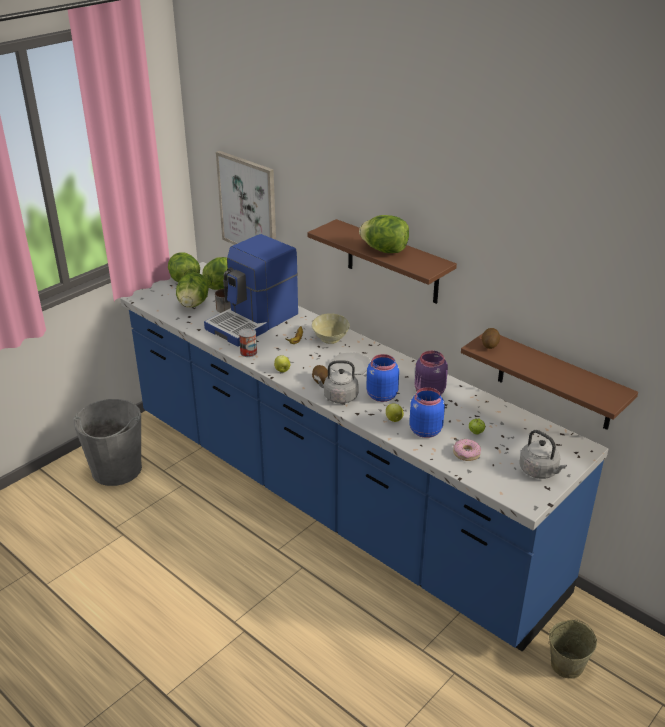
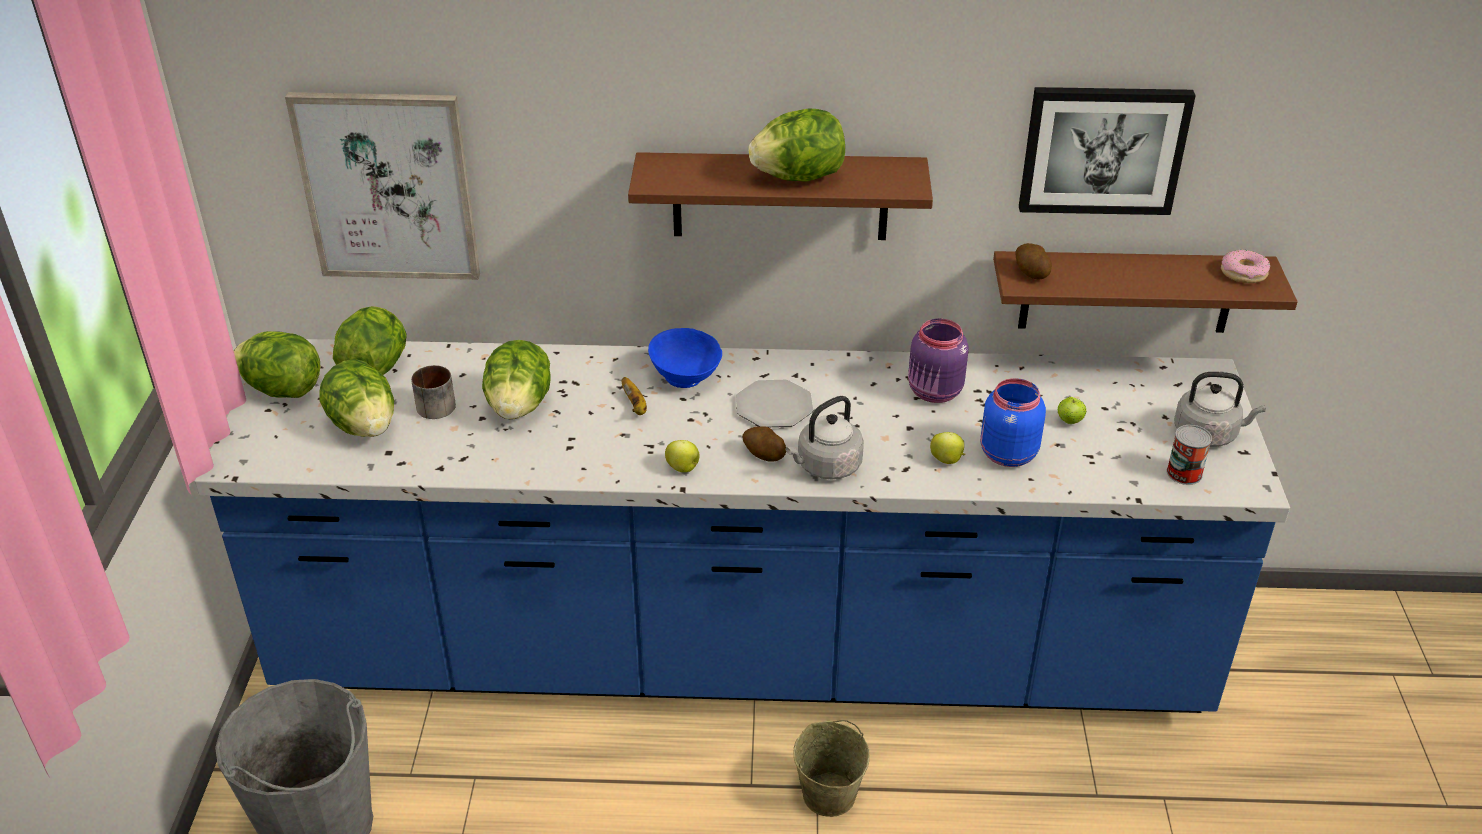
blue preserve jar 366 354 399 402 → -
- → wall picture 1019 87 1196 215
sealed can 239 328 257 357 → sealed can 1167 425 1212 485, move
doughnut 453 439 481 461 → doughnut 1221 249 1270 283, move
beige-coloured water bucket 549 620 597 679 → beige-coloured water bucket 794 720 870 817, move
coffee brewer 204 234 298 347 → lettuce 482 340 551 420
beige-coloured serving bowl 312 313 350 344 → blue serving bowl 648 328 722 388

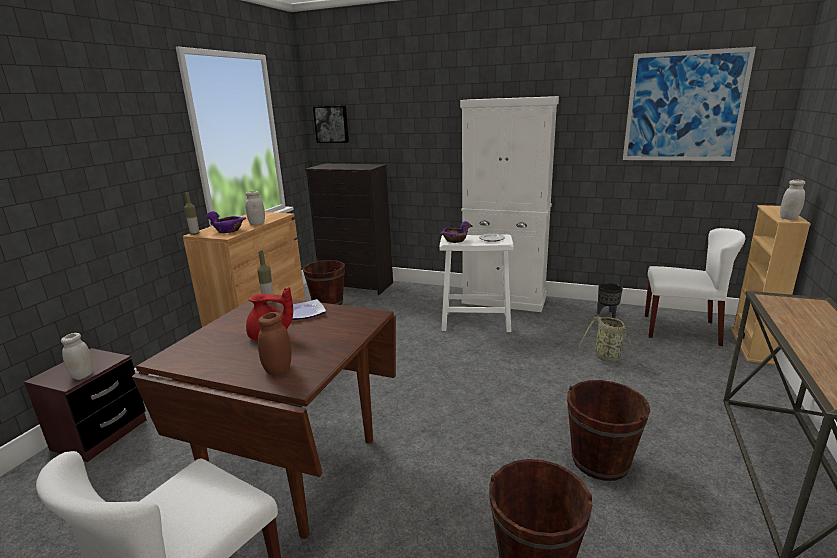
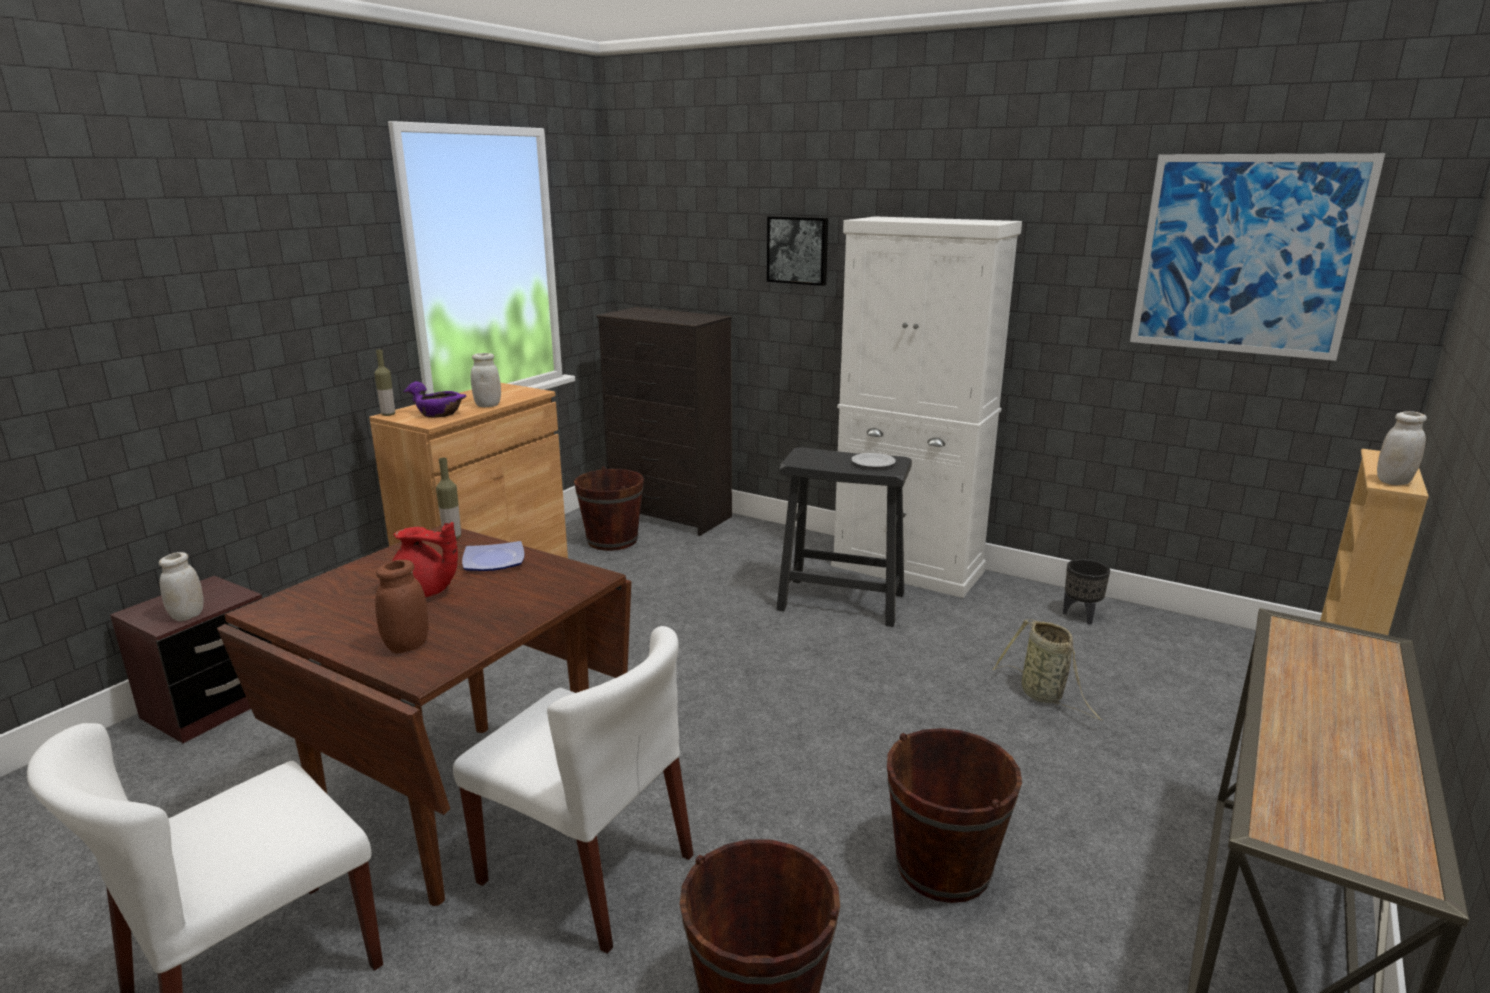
purplish serving bowl 440 221 473 243 → -
wall picture 313 106 349 143 → wall picture 767 216 828 286, move
white chair 645 228 746 346 → white chair 453 626 694 954, move
white stool 440 234 513 332 → black stool 777 447 912 627

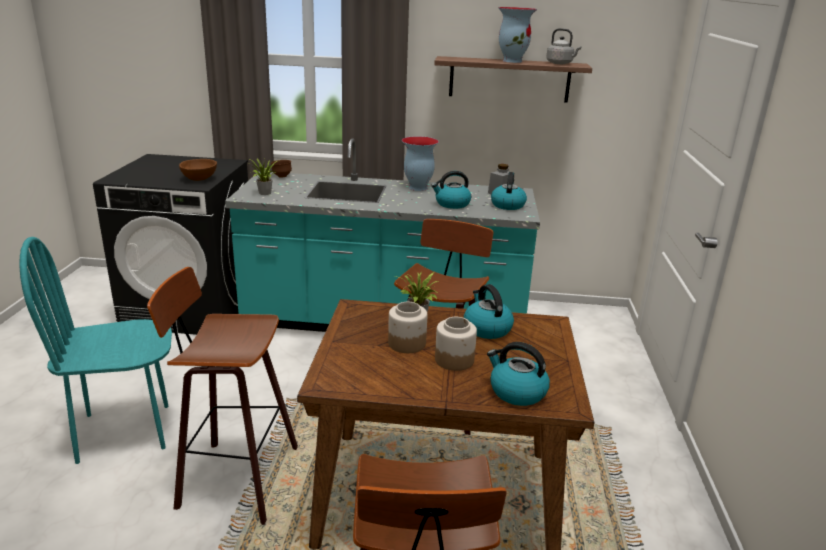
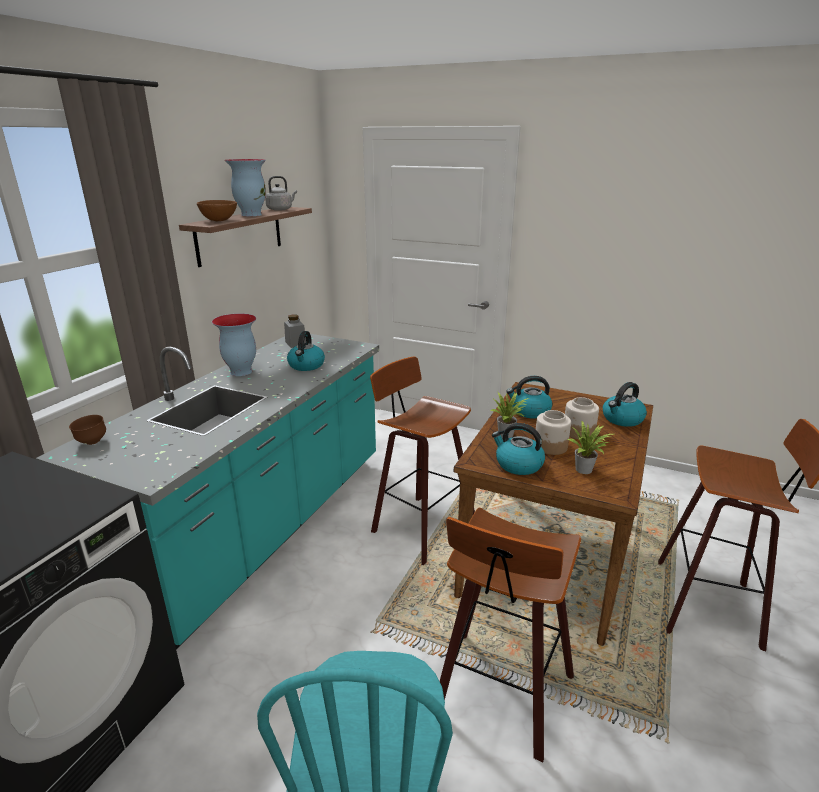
brown-coloured serving bowl 179 159 217 181 → brown-coloured serving bowl 197 200 237 221, move
houseplant 247 159 277 195 → houseplant 567 421 613 474, move
tea kettle 491 172 527 210 → tea kettle 492 423 545 475, move

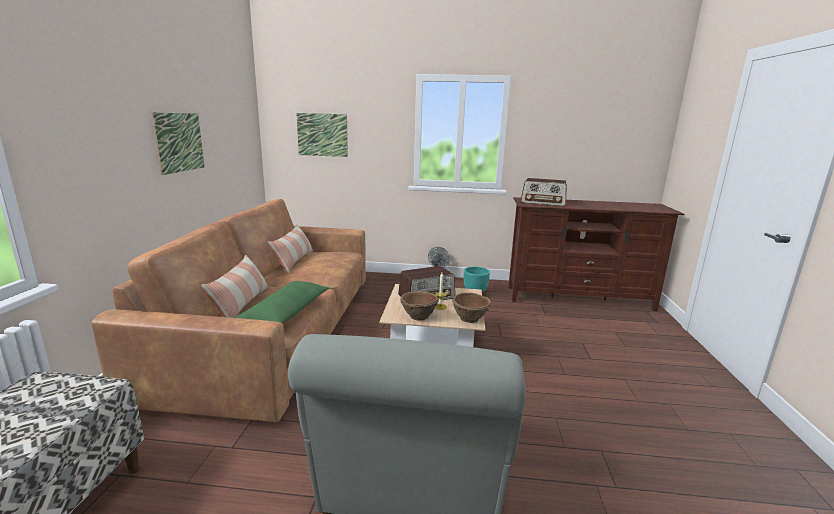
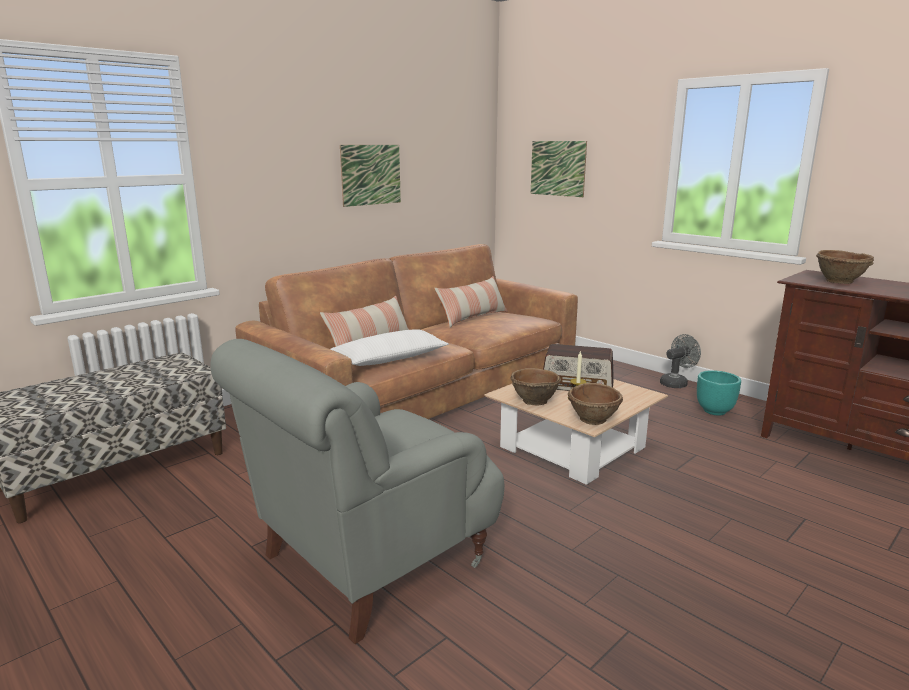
radio receiver 521 178 567 206 → brown-coloured serving bowl 816 250 874 284
greenish pillow 234 281 329 324 → white pillow 331 329 449 366

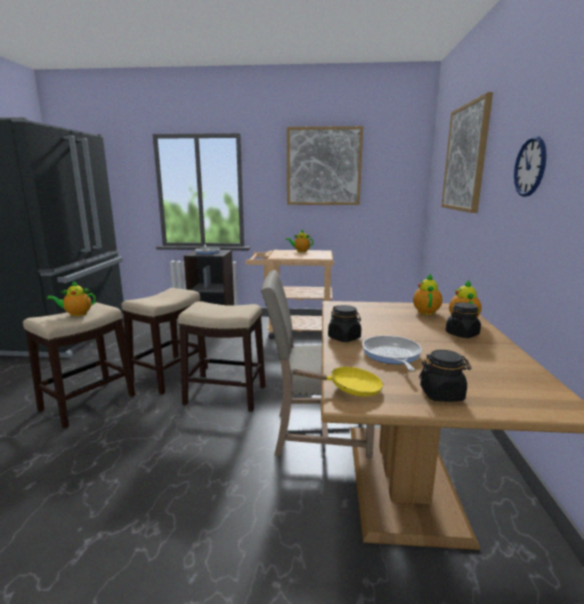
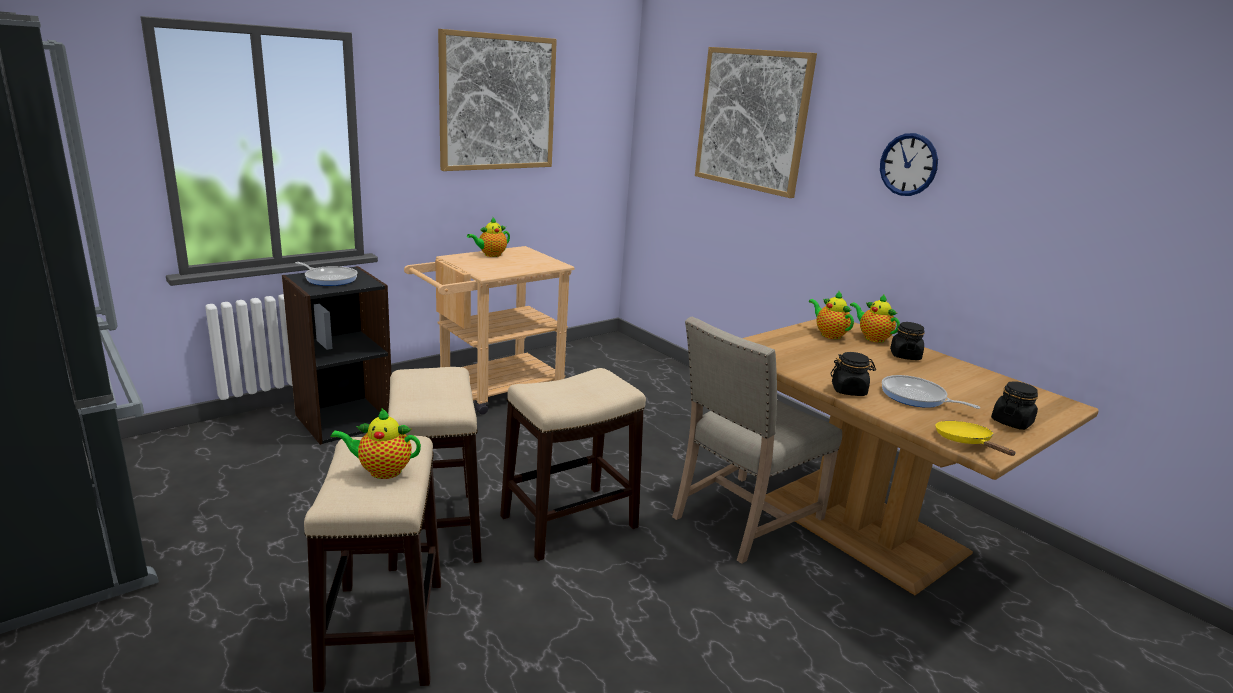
tea pot 47 281 96 317 → tea pot 330 408 421 479, 60 degrees clockwise
yellow-coloured pan 291 367 383 397 → yellow-coloured pan 936 421 1016 456, 60 degrees counterclockwise

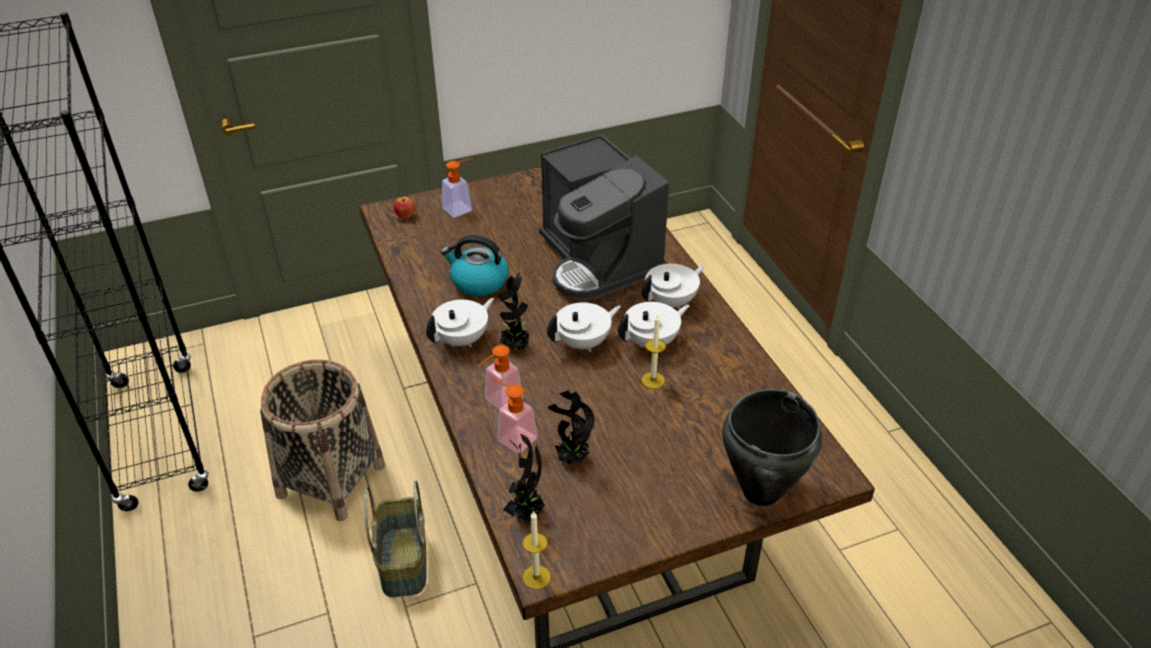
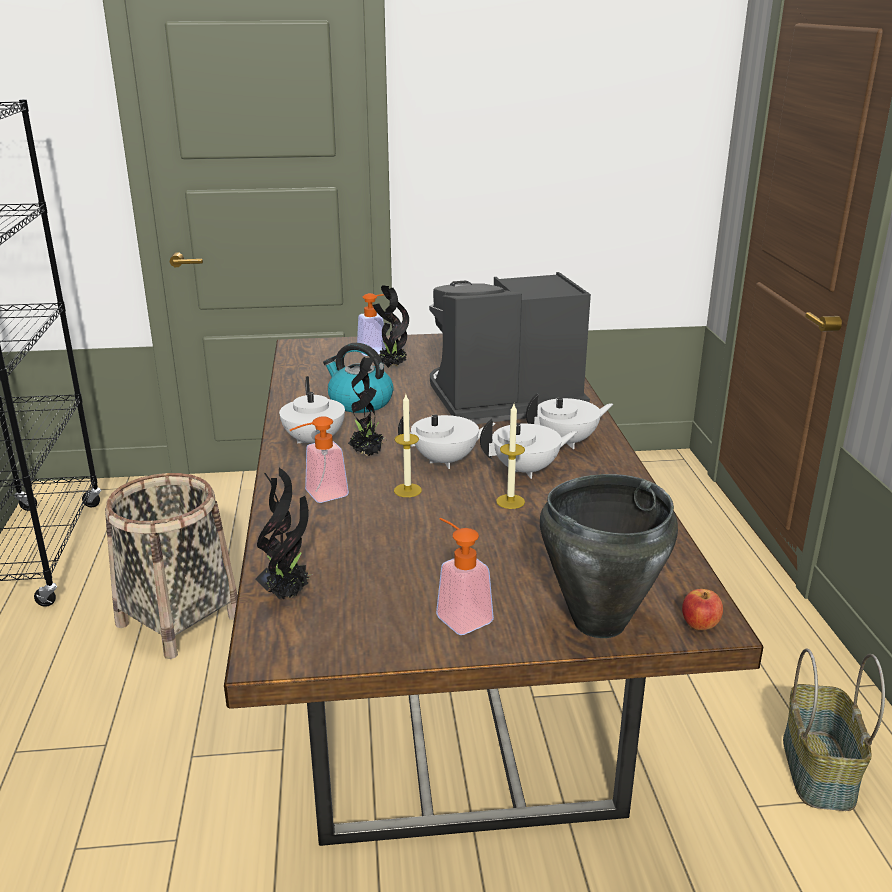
basket 364 481 427 597 → basket 783 649 885 811, move
apple 394 197 415 219 → apple 682 589 723 630, move
soap bottle 492 378 538 453 → soap bottle 436 518 494 635, move
wax light 523 511 551 589 → wax light 394 394 422 497, move
houseplant 548 390 595 464 → houseplant 373 285 409 368, move
white tea pot 426 298 494 348 → white tea pot 279 376 345 443, 105 degrees clockwise
coffee brewer 539 134 669 301 → coffee brewer 429 272 591 424, 90 degrees clockwise

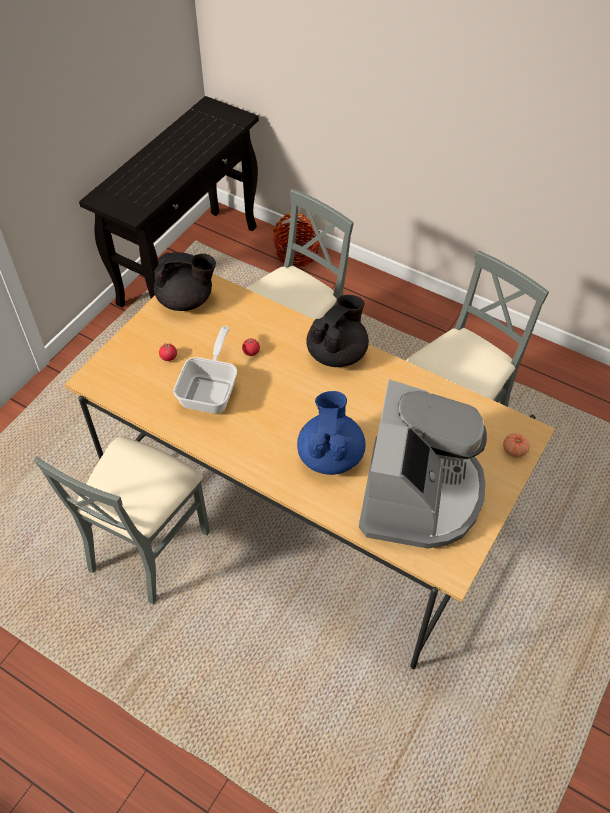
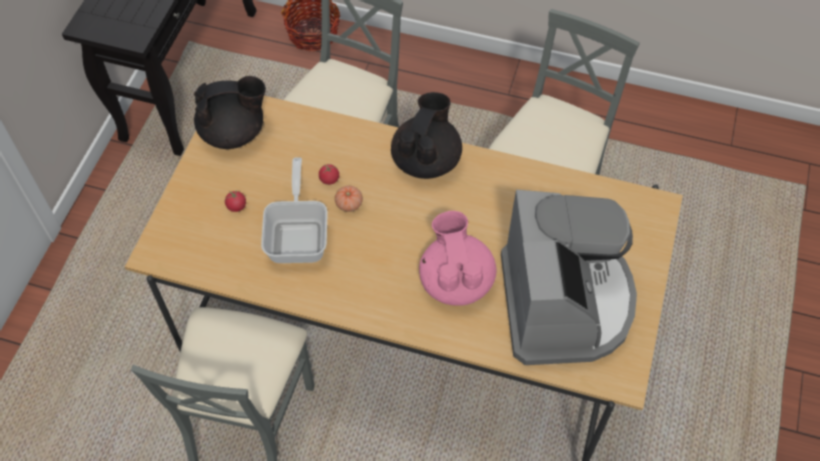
fresh tomato 503 433 530 457 → fresh tomato 335 186 363 212, move
blue tea pot 297 391 366 475 → pink tea pot 419 211 496 306

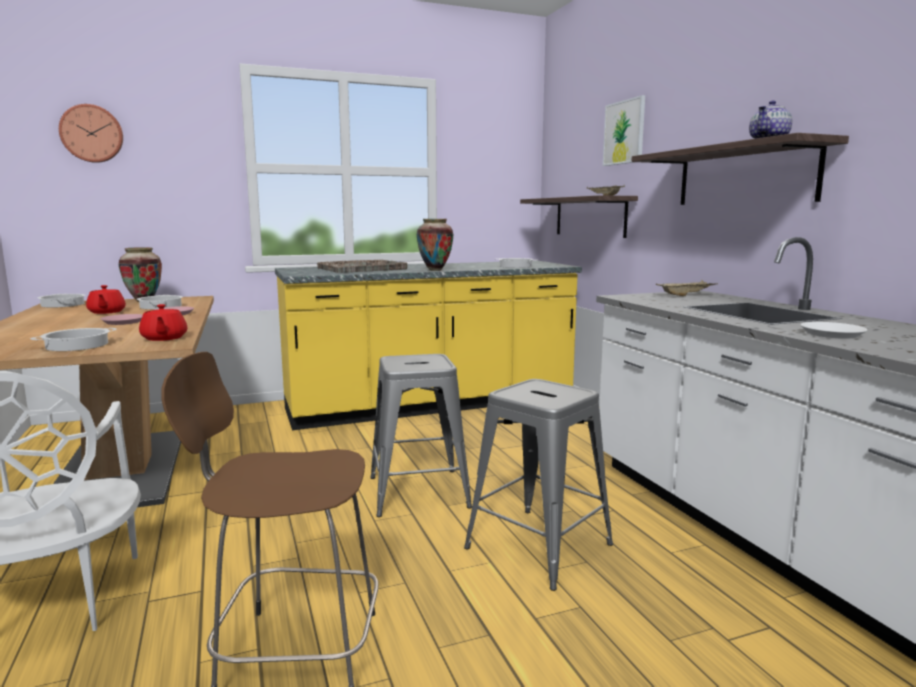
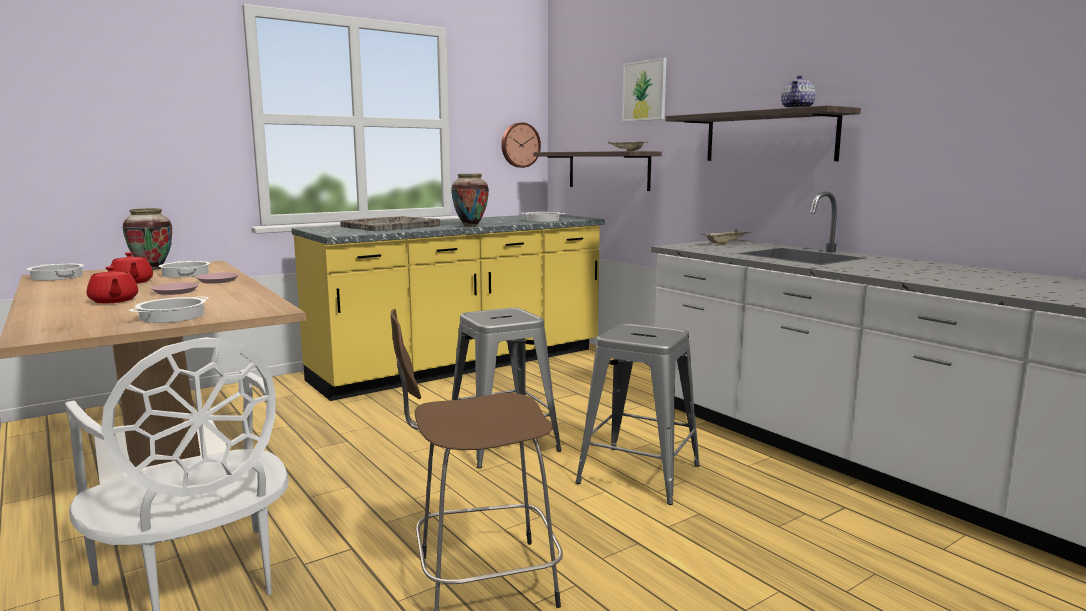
white flat dish 801 322 867 339 → -
hanging clock 59 104 123 163 → hanging clock 501 122 541 168, move
red tea pot 139 304 187 341 → red tea pot 87 266 138 303, move

